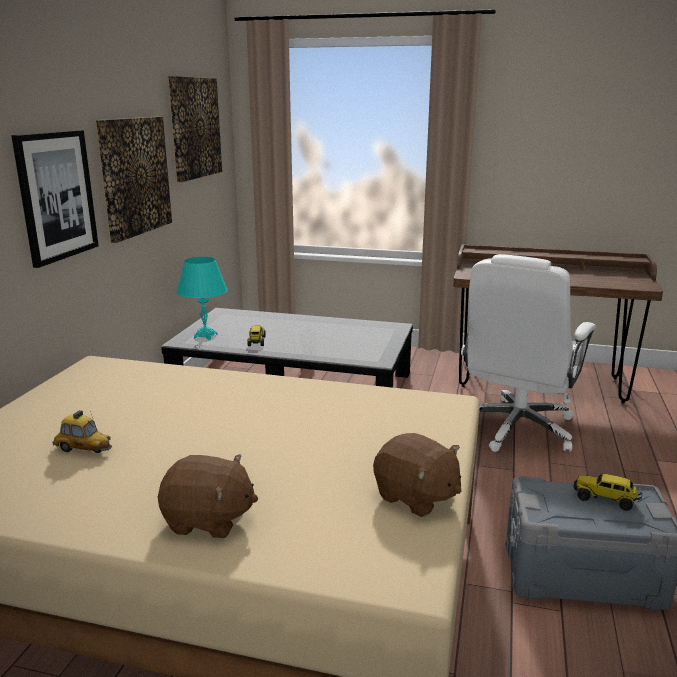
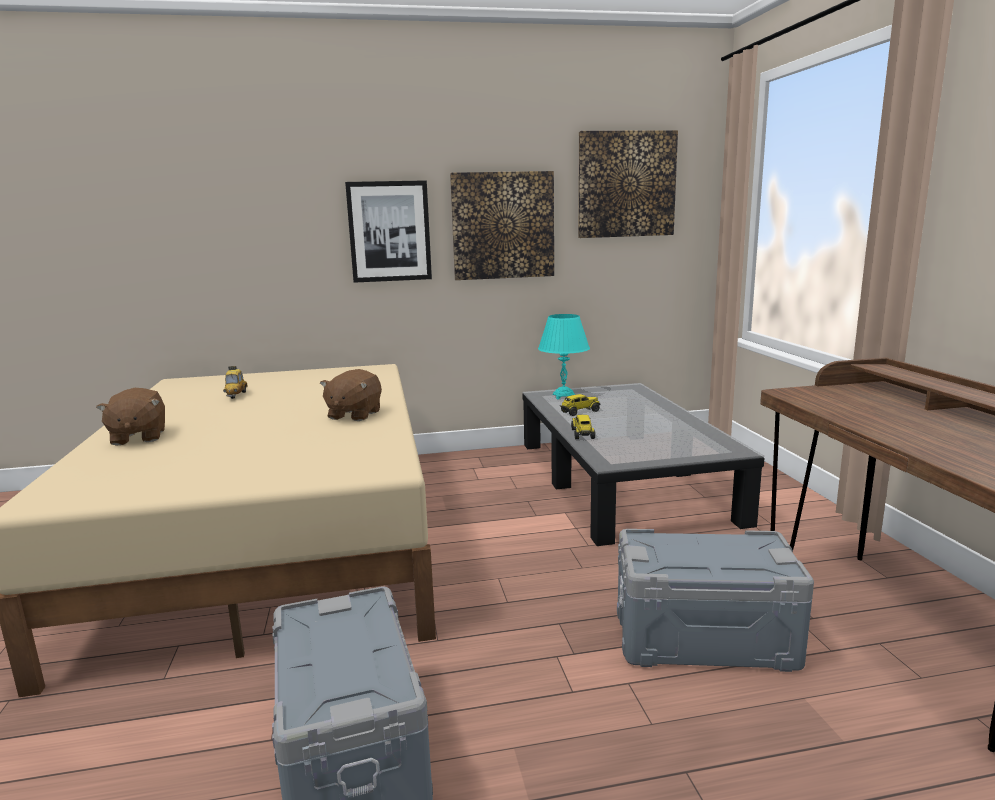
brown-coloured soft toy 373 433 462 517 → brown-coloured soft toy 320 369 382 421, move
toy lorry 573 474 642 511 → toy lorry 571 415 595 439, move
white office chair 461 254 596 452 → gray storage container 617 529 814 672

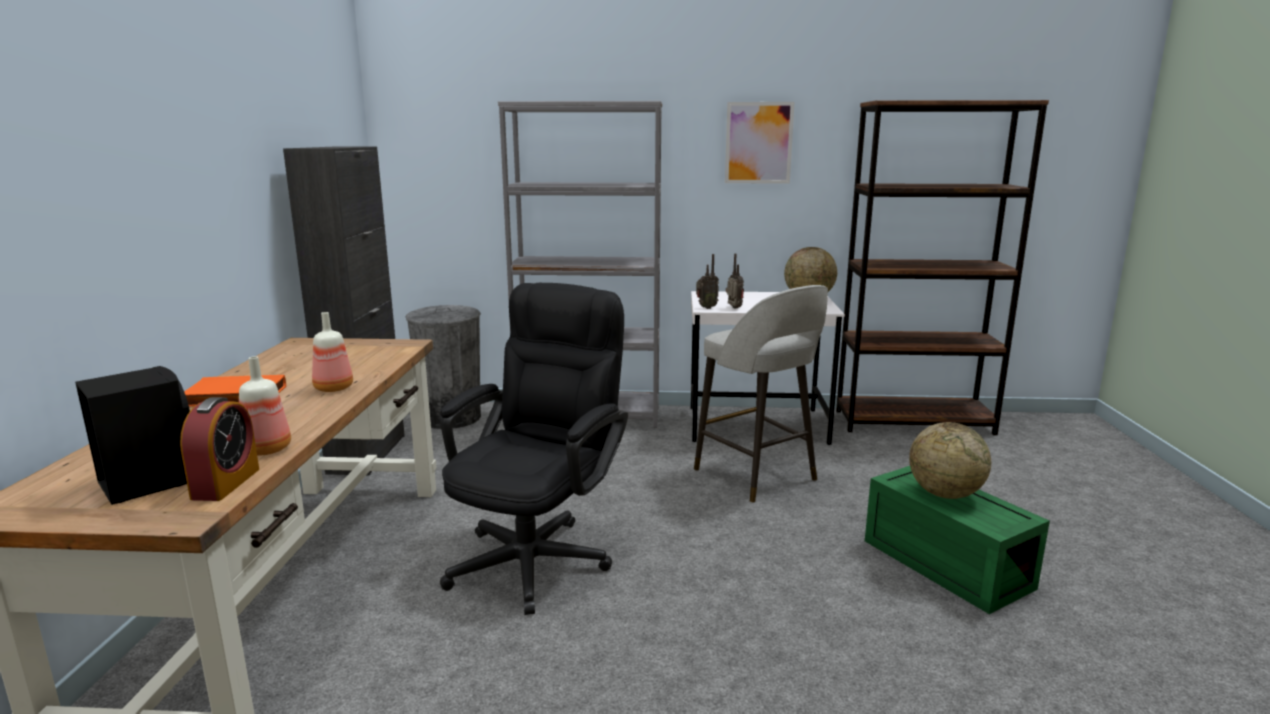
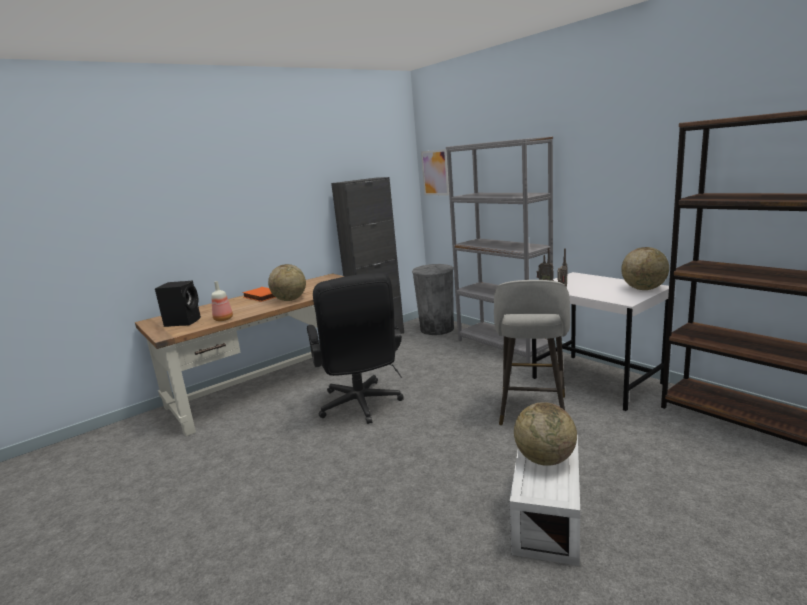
bedside clock 180 397 259 501 → -
wall picture 725 102 795 184 → wall picture 421 149 449 195, move
beverage bottle 312 312 353 392 → globe 268 264 306 301
greenish storage container 865 466 1050 614 → white storage container 510 435 580 566
black office chair 440 283 628 615 → black office chair 307 273 403 424, 90 degrees clockwise

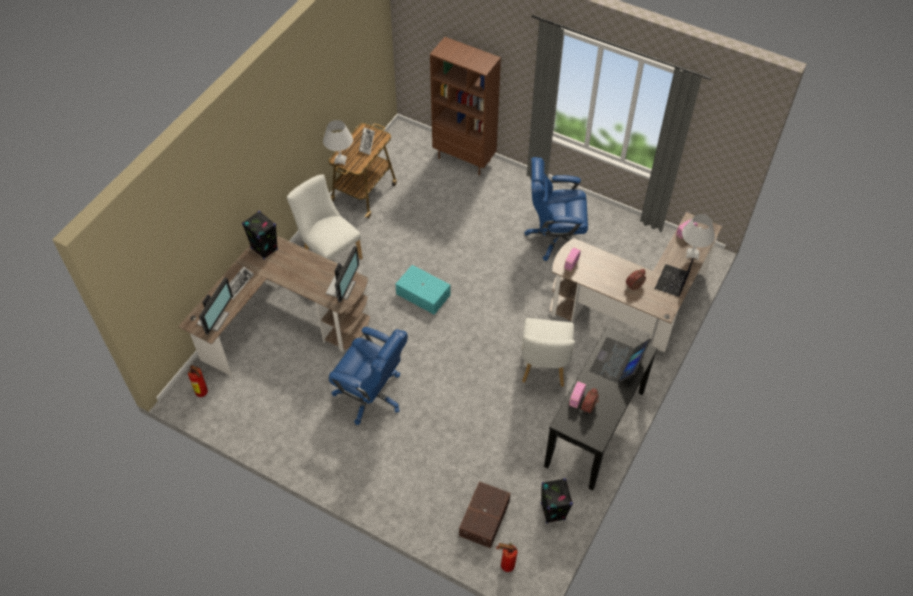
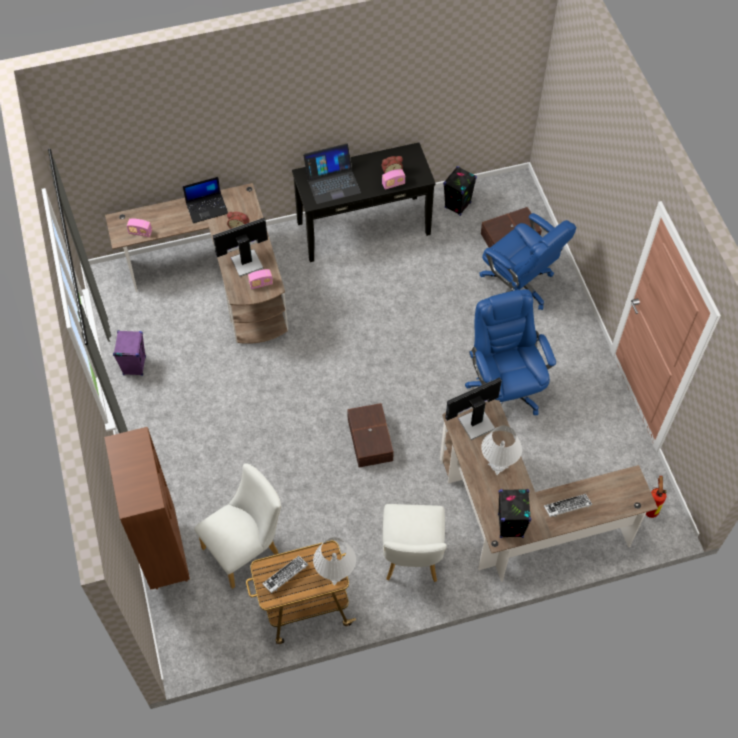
fire extinguisher 496 543 518 572 → -
- → purplish speaker 113 330 146 376
computer screen 197 277 233 335 → computer screen 212 218 268 277, move
white chair 522 318 575 387 → white chair 194 463 281 589, move
blue office chair 524 157 588 261 → blue office chair 479 213 576 310, move
white table lamp 682 214 715 260 → white table lamp 481 426 522 475, move
turquoise storage container 395 265 450 315 → brown-coloured storage container 347 403 394 468

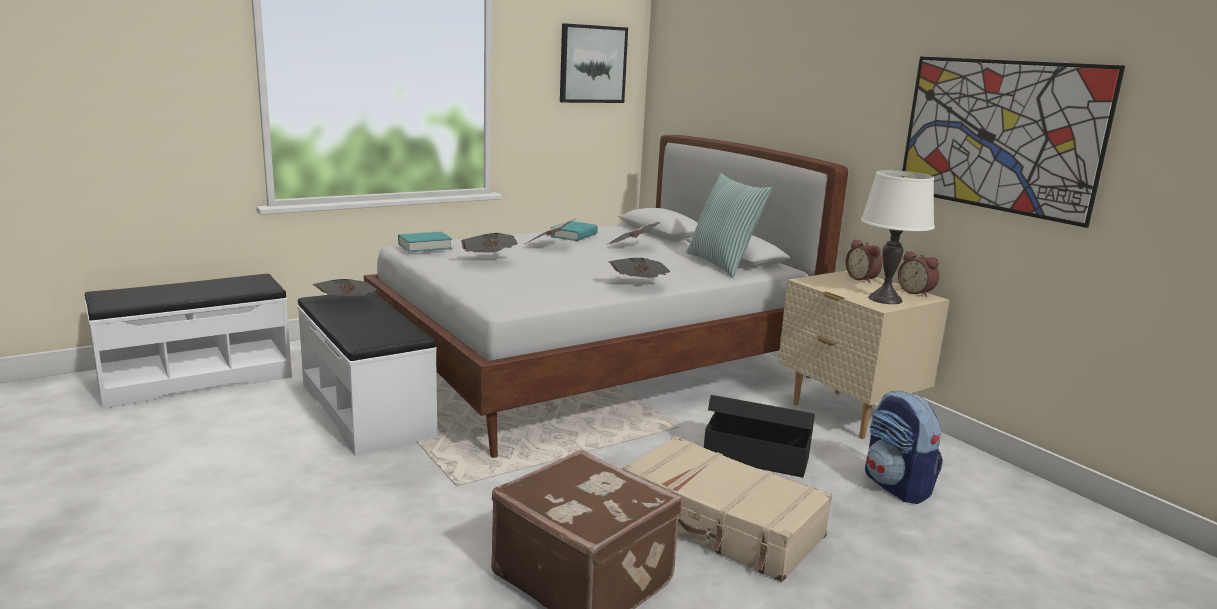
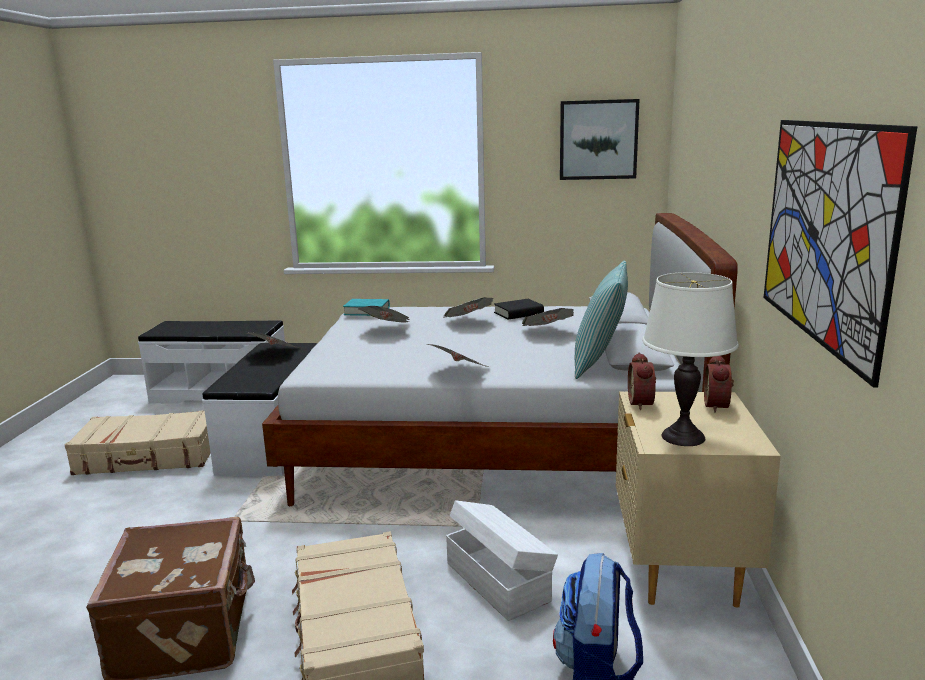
- → beige-coloured travel case 65 411 210 475
bedside clock 898 251 939 297 → bedside clock 628 353 656 410, move
turquoise bound book 550 221 598 241 → black bound book 494 299 544 320
black storage container 704 395 815 478 → white storage container 446 500 558 621

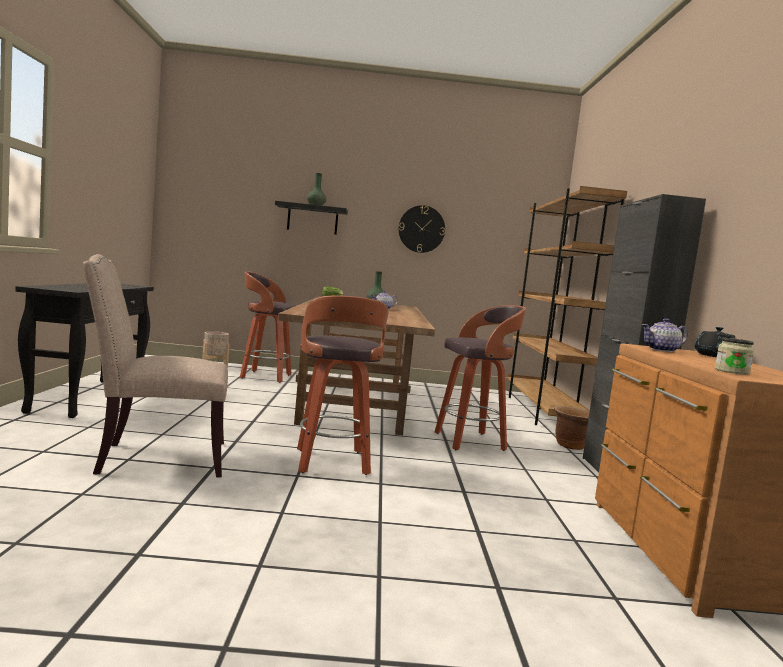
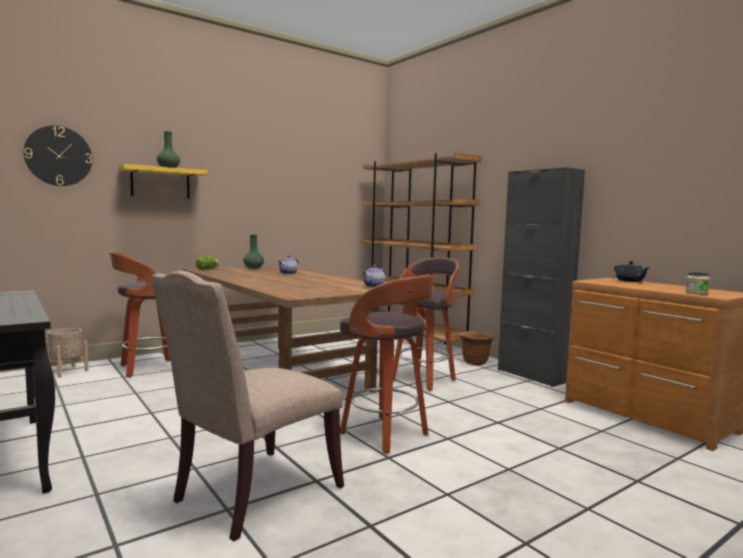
hanging clock 399 205 445 253 → hanging clock 24 126 92 186, move
tea pot 642 318 688 352 → tea pot 362 265 386 288, move
black shelf 275 201 348 235 → yellow-coloured shelf 118 164 208 198

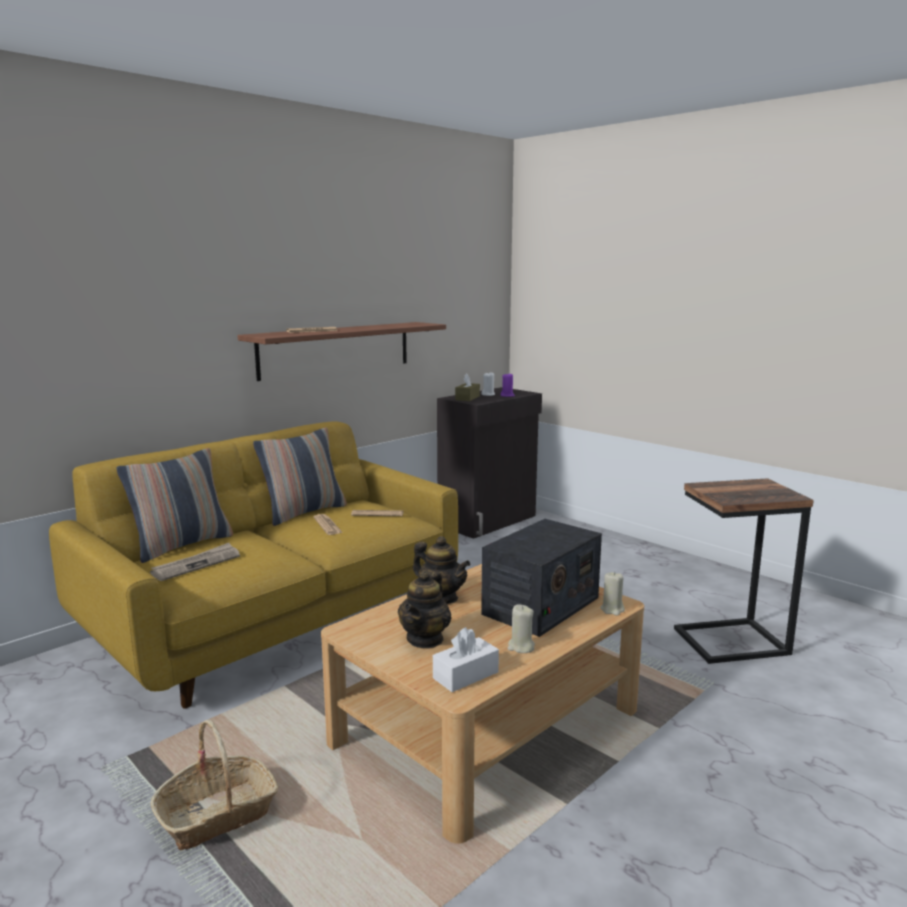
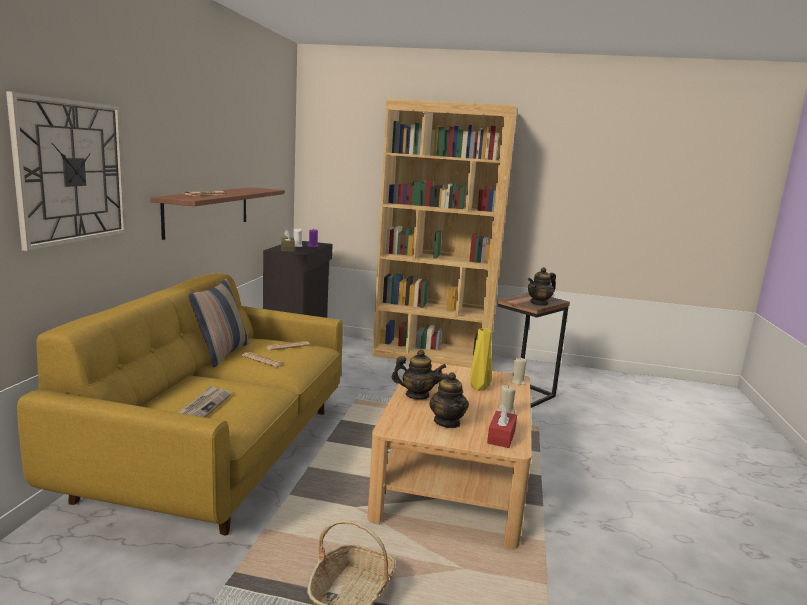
pillow 117 448 233 563 → -
- → hanging clock 6 91 126 251
- → brown-coloured bookshelf 372 99 517 368
- → tea pot 528 267 556 306
radio receiver 481 519 602 637 → yellow-coloured decorative vase 470 328 492 391
white tissue holder 433 627 499 692 → red tissue holder 487 404 517 448

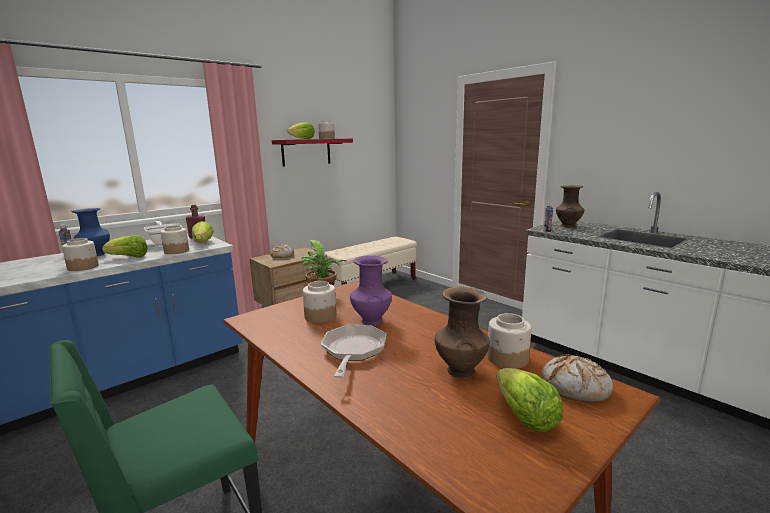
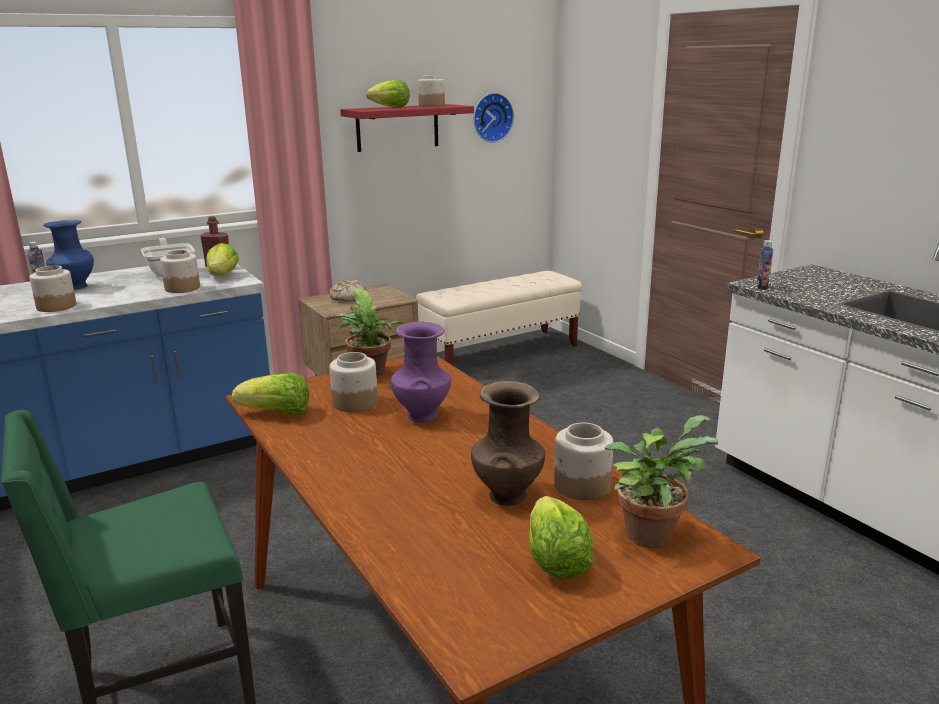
pan 321 325 387 378 → -
brown-coloured decorative vase 556 185 584 228 → -
- → hanging clock 474 93 514 143
lettuce 102 235 148 257 → lettuce 232 372 309 415, move
baked bread 542 354 613 402 → houseplant 605 415 718 548

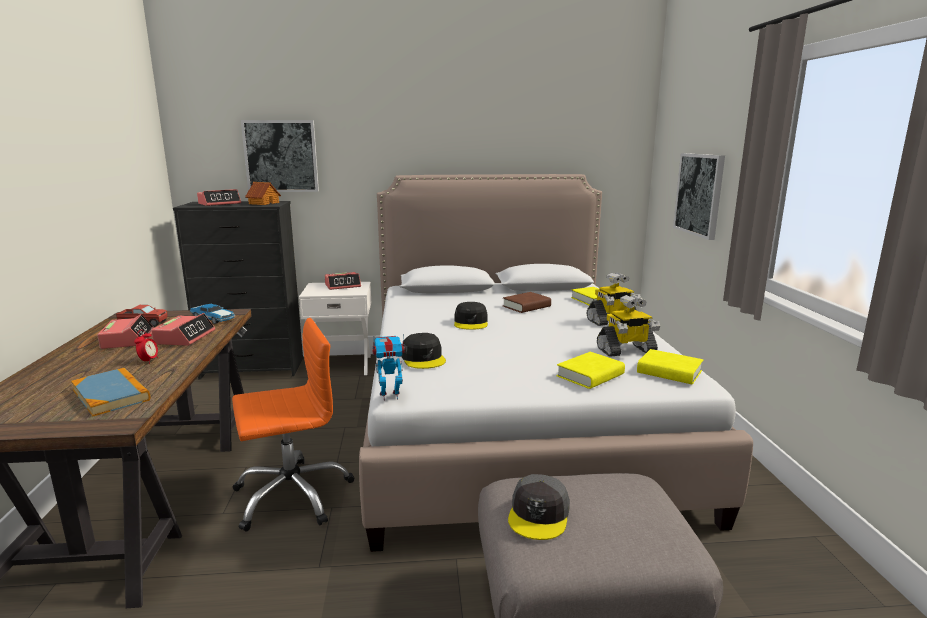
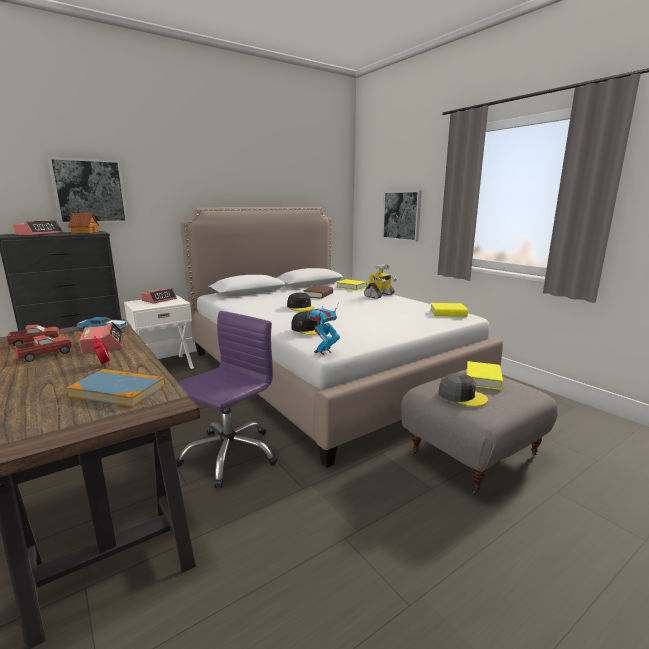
toy robot 597 295 660 357 → -
yellow-coloured bound book 557 352 625 389 → yellow-coloured bound book 466 361 503 390, move
bedside clock 97 314 154 349 → toy lorry 14 335 72 362
orange-coloured office chair 232 318 354 531 → purplish office chair 176 311 278 488
gray cap 508 474 570 540 → gray cap 438 373 488 406, 45 degrees counterclockwise

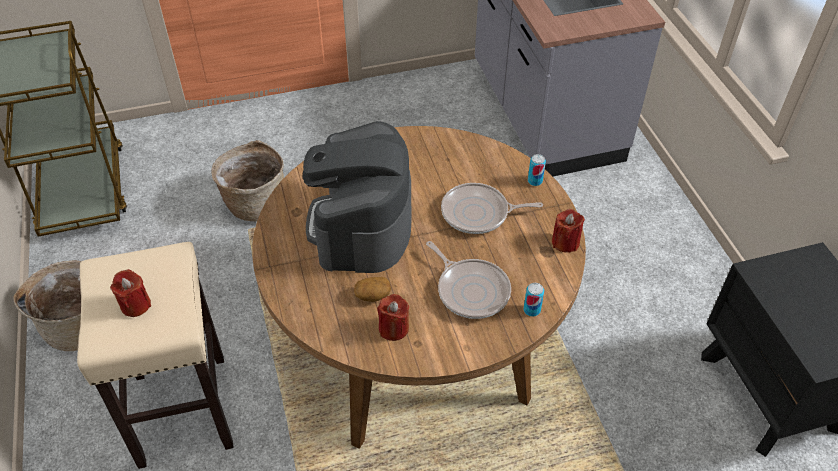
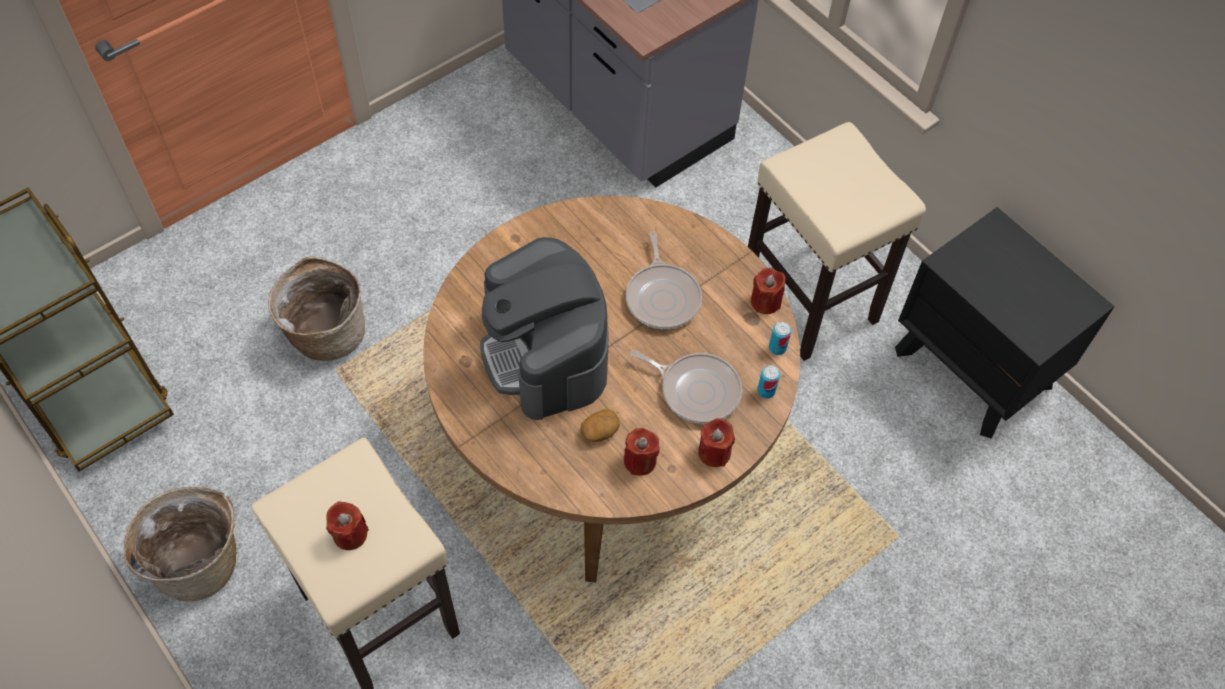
- → red wax light 698 418 735 467
- → beige-coloured stool 748 122 926 361
sealed can 528 154 546 186 → sealed can 769 322 792 355, move
pan 441 183 543 234 → pan 626 231 702 329, 75 degrees counterclockwise

